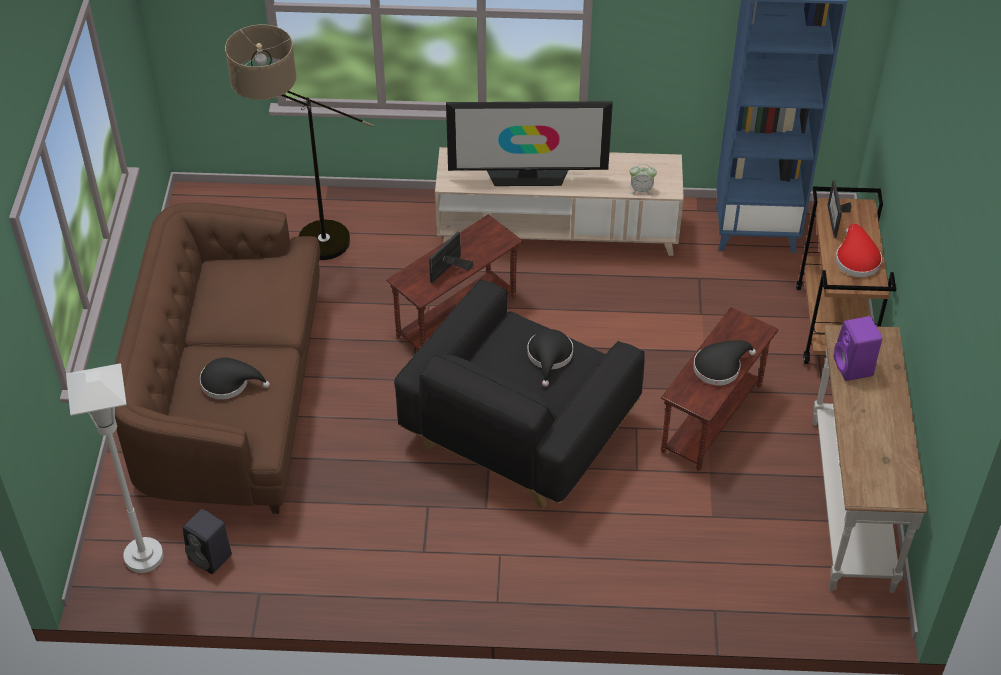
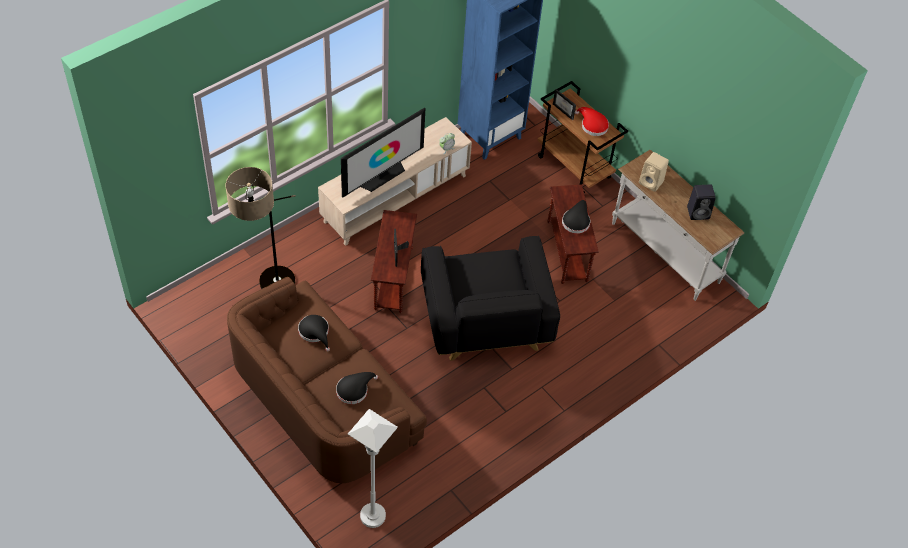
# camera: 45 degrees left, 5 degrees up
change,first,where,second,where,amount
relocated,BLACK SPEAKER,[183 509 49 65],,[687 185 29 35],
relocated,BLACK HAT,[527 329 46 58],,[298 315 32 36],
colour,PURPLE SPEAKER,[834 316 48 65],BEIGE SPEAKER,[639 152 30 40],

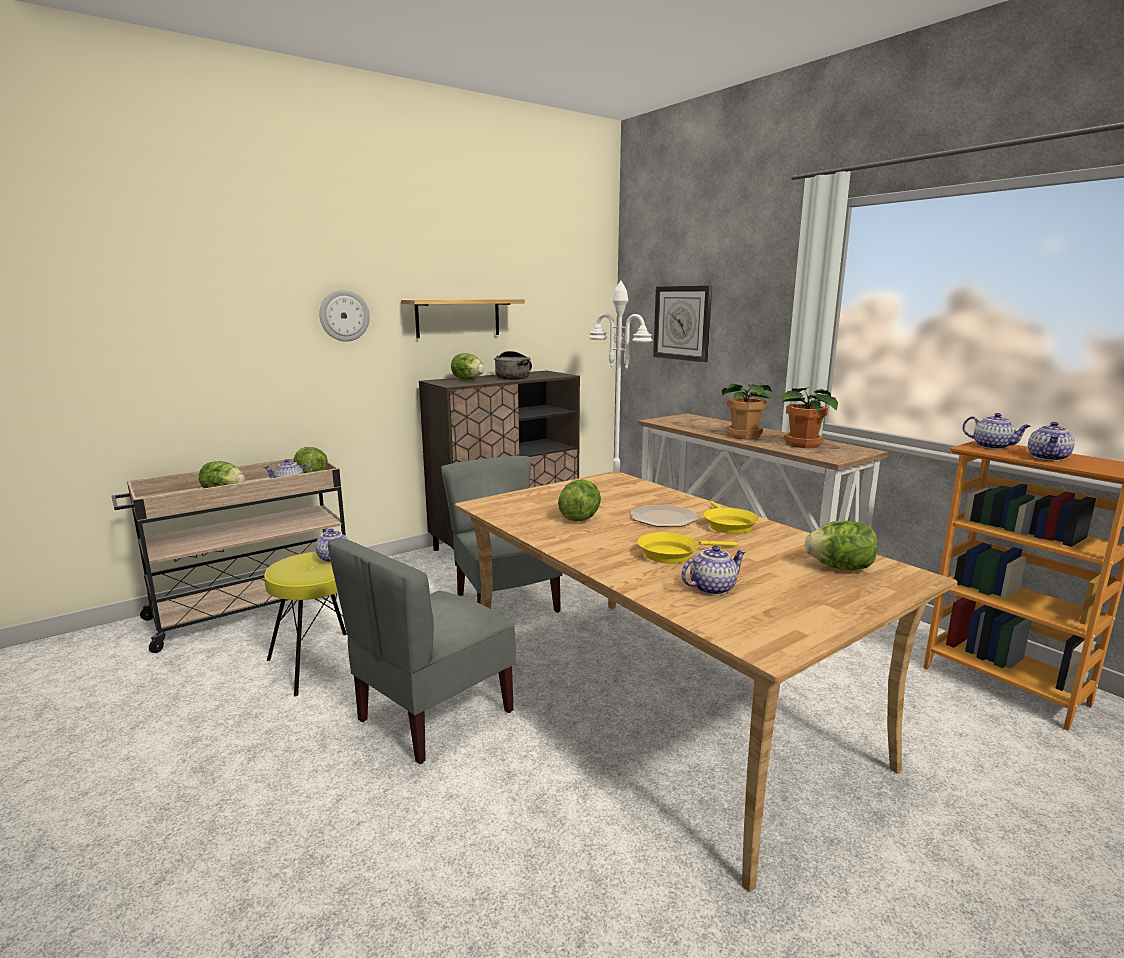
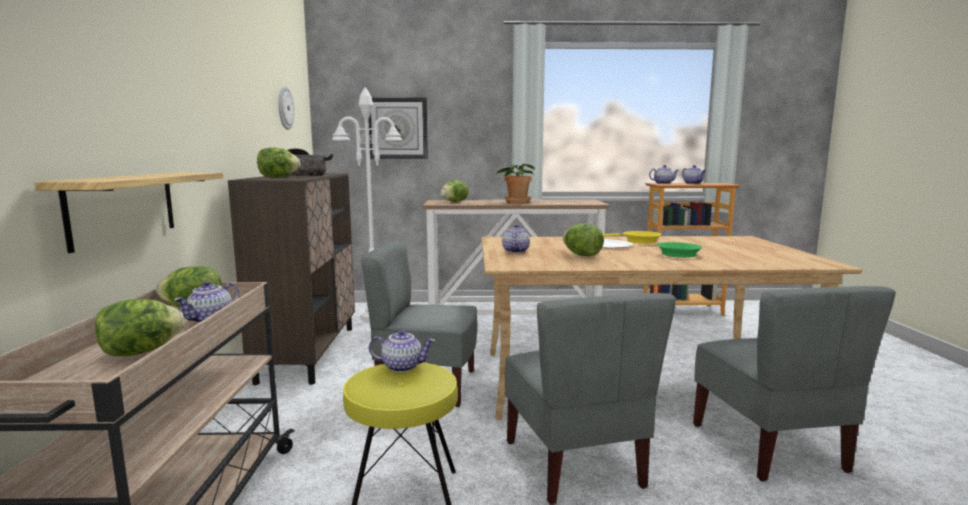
# camera: 55 degrees left, 5 degrees down
change,first,where,second,where,amount
relocated,WALL CLOCK,[319 290 51 52],,[278 86 16 44],
relocated,SHELF,[401 299 124 39],,[34 172 189 81],
colour,YELLOW FRYING PAN,[637 532 100 32],GREEN FRYING PAN,[657 242 45 16],
relocated,TEAPOT,[681 546 65 49],,[502 224 28 29],
missing,POTTED PLANT,[781 388 57 60],,,
relocated,LETTUCE,[805 521 73 49],,[440 180 28 22],
appeared,,,GREY CHAIR,[693 286 203 196],

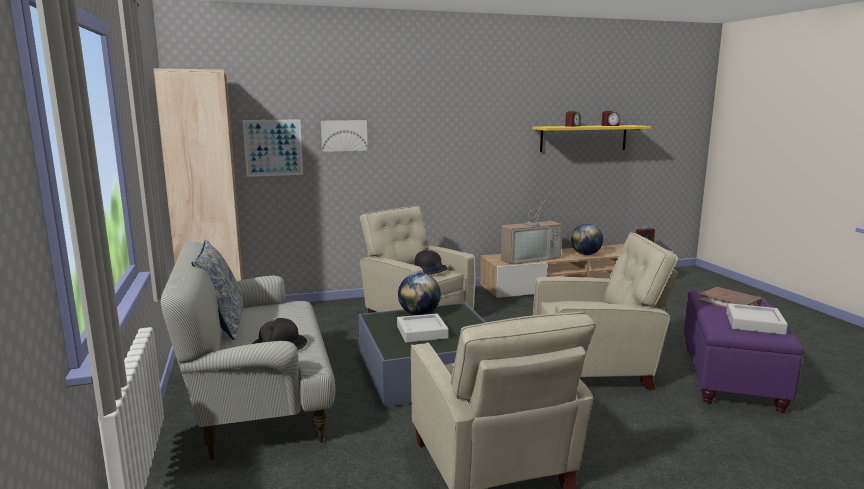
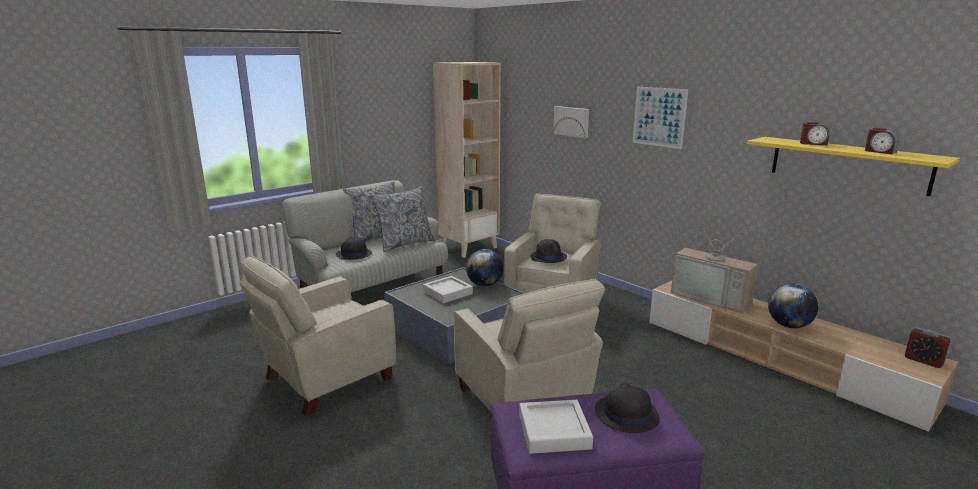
# camera: 65 degrees right, 5 degrees up
change,first,where,second,where,amount
relocated,PICTURE,[243 120 60 57],,[633 87 55 62],
exchanged,BROWN BOOK,[698 287 64 22],BLACK HAT,[595 382 65 51],
appeared,,,PILLOW,[371 186 64 66],

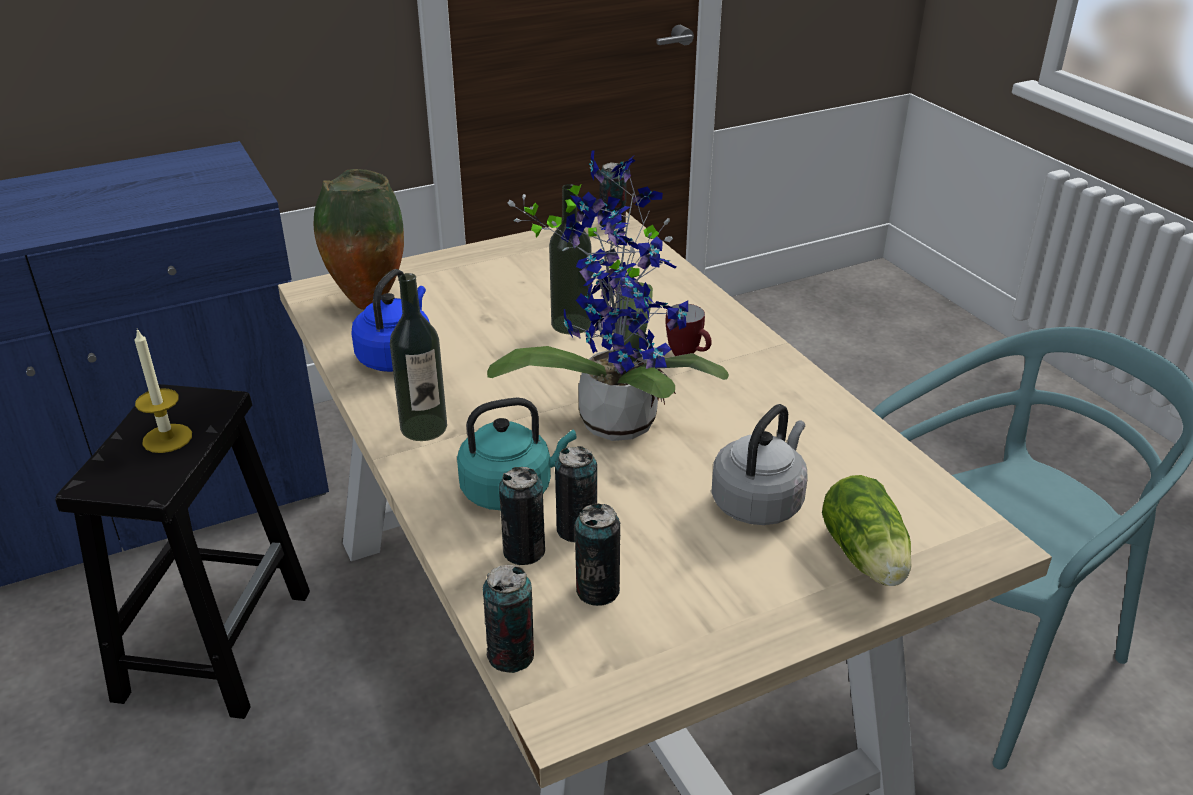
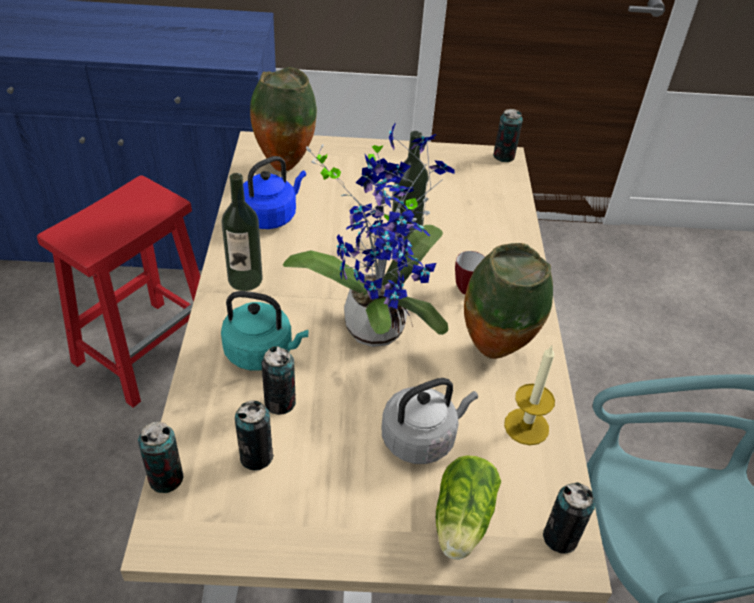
# camera: 25 degrees right, 10 degrees up
change,first,where,second,where,amount
colour,BLACK STOOL,[55 384 255 335],RED STOOL,[37 175 163 233],
relocated,CANDLE,[135 329 57 124],,[504 346 51 99],
relocated,CAN,[499 467 46 98],,[543 482 52 72],
appeared,,,VASE,[464 243 89 116],

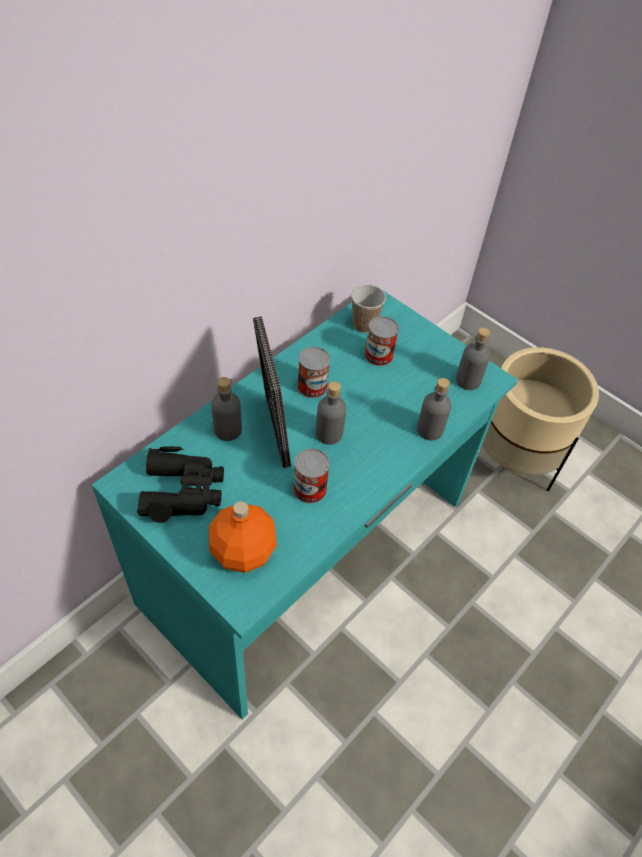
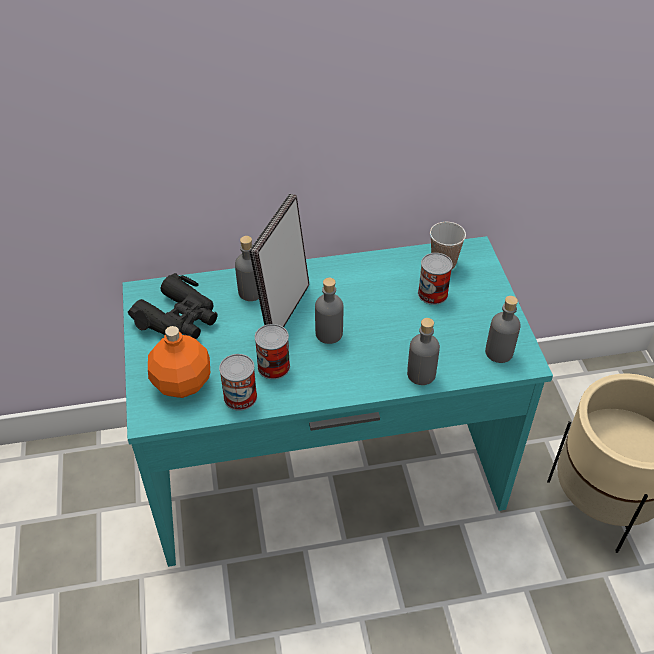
# camera: 40 degrees right, 5 degrees down
change,first,where,second,where,amount
relocated,CAN,[298 347 32 51],,[219 354 38 57],

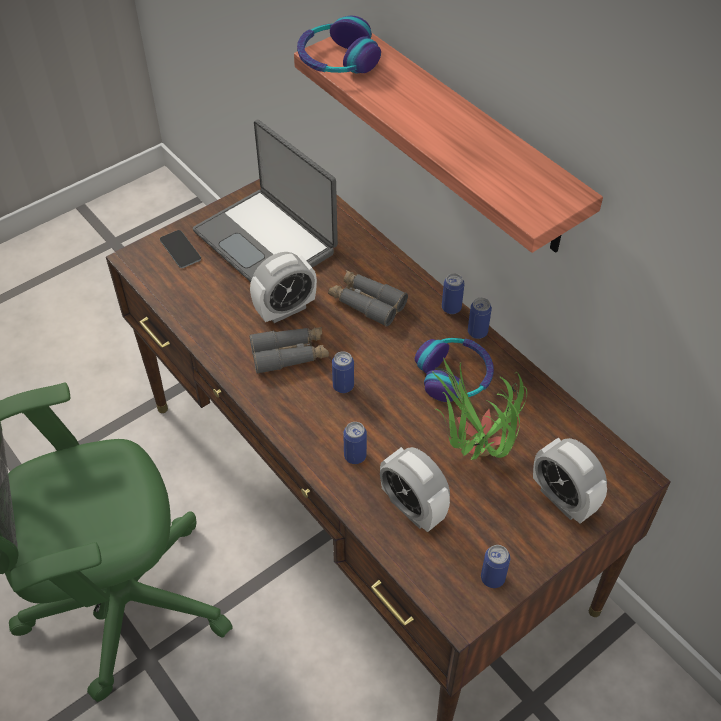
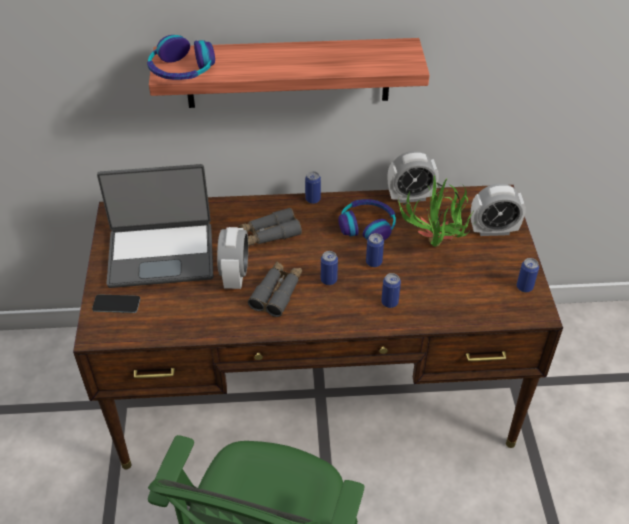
# camera: 55 degrees left, 5 degrees down
change,first,where,second,where,amount
relocated,ALARM CLOCK,[380 447 70 85],,[388 151 51 52],
relocated,CAN,[468 298 24 41],,[366 233 18 34],

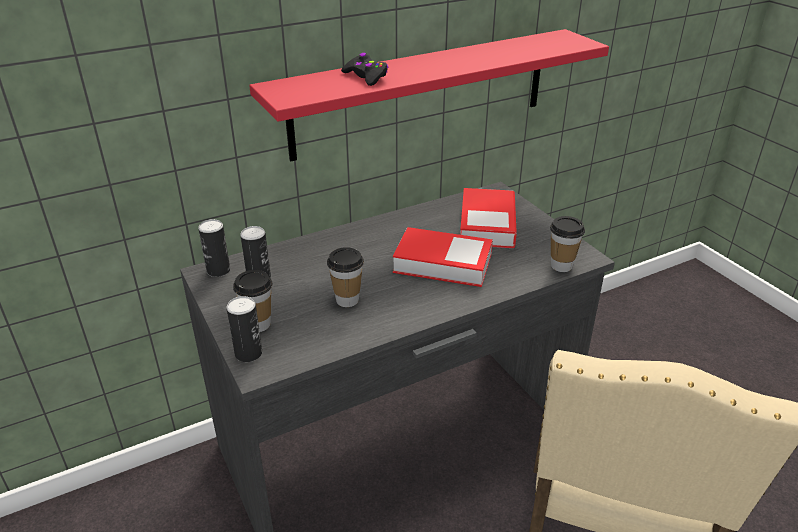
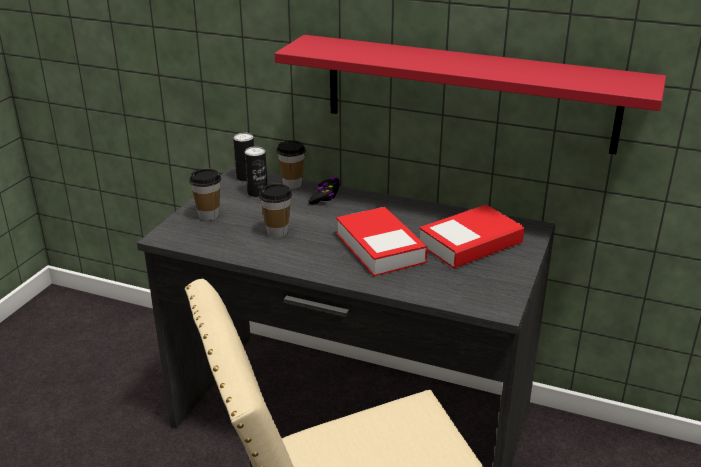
# camera: 50 degrees right, 5 degrees down
change,first,where,second,where,amount
missing,CAN,[227 296 35 66],,,
relocated,BLACK GAME CONTROLLER,[341 53 47 33],,[308 177 33 27],
relocated,CUP,[550 216 35 56],,[276 140 30 49],

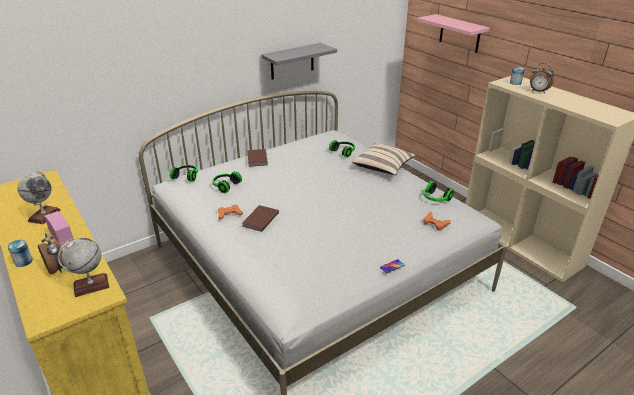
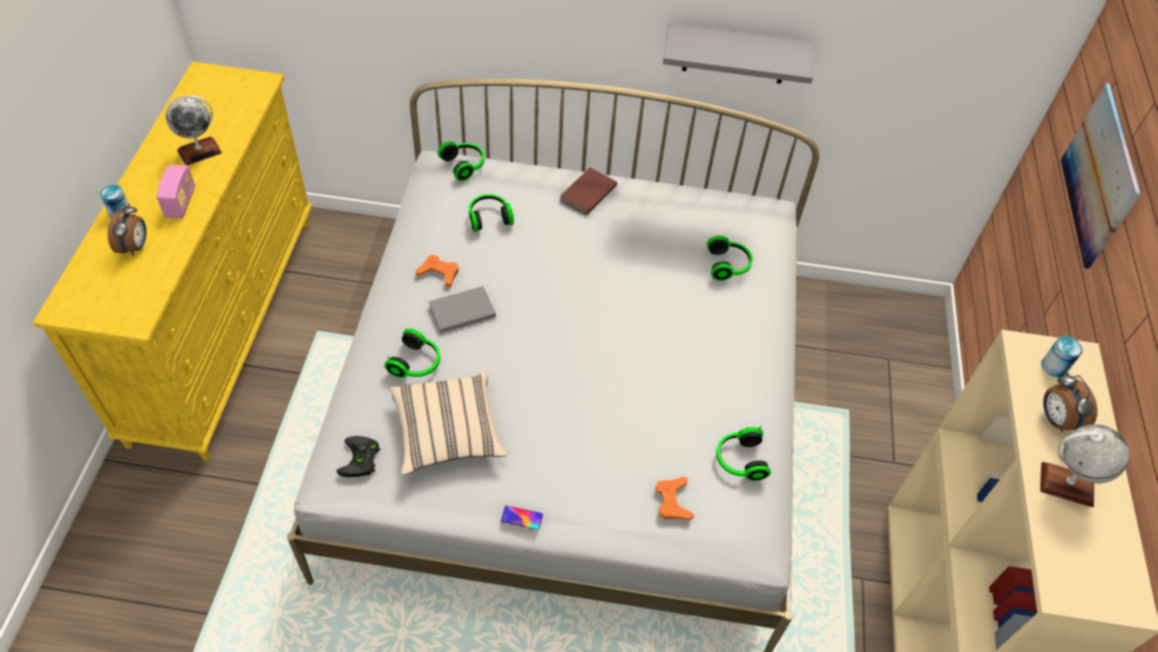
# camera: 40 degrees right, 20 degrees up
change,first,where,second,where,amount
relocated,GLOBE,[58 238 51 59],,[1040 424 89 83],
colour,BROWN BOOK,[242 205 37 27],GREY BOOK,[429 286 67 47],
relocated,BEIGE PILLOW,[352 143 64 32],,[389 371 118 104],
exchanged,PINK SHELF,[417 14 73 39],PICTURE,[1061 83 80 186],
appeared,,,BLACK GAME CONTROLLER,[337 436 43 41],
appeared,,,HEADPHONES,[384 328 56 50],

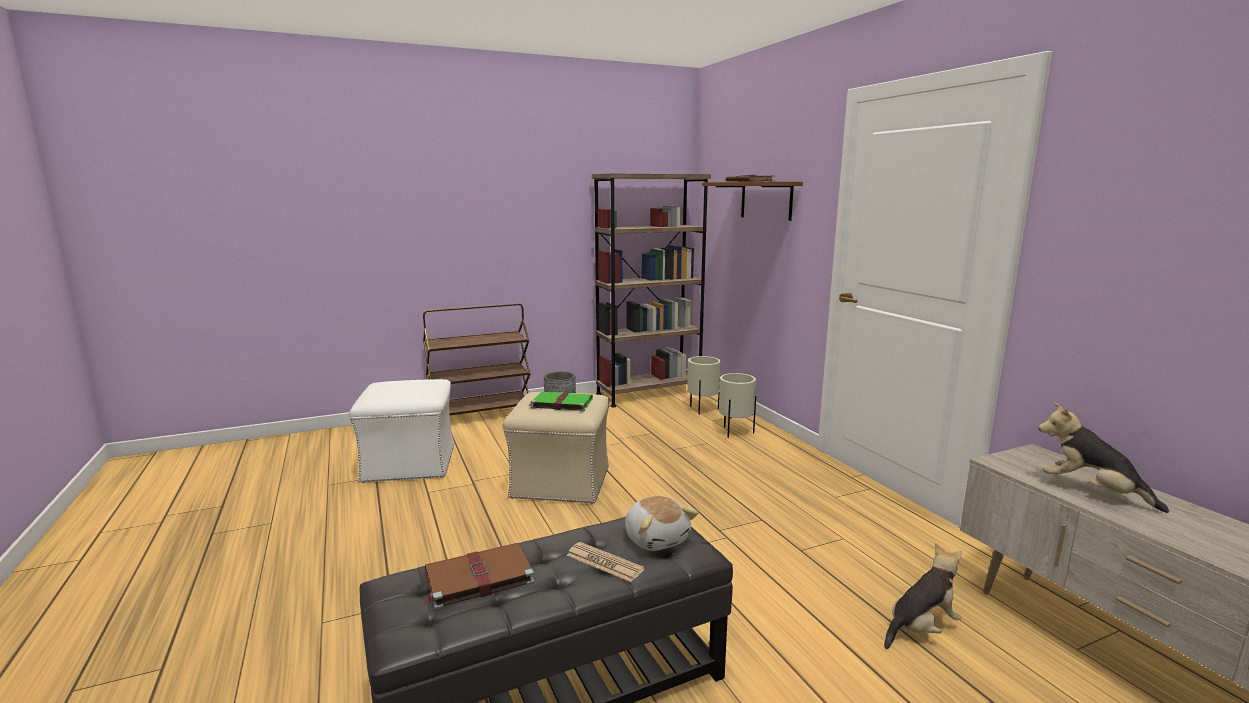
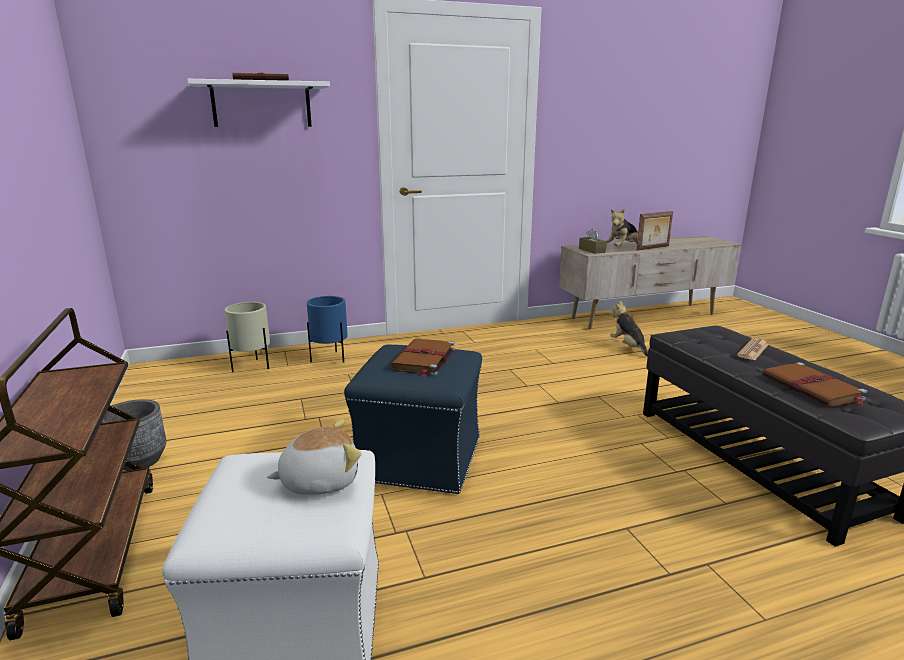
# camera: 85 degrees left, 5 degrees up
change,first,where,second,where,amount
colour,BEIGE OTTOMAN,[503 392 106 112],BLUE OTTOMAN,[344 344 138 150],
colour,GREEN BOOK,[528 392 65 20],BROWN BOOK,[390 338 65 39],
missing,BROWN BOOKCASE,[592 173 119 234],,,
relocated,PLUSH TOY,[625 496 74 55],,[267 419 94 76],
colour,BROWN SHELF,[702 181 101 40],WHITE SHELF,[187 79 143 48],
colour,BEIGE PLANTER,[719 373 37 65],BLUE PLANTER,[307 296 41 67],
appeared,,,BROWN TISSUE BOX,[579 229 28 25],
appeared,,,PICTURE FRAME,[636 211 37 39],

